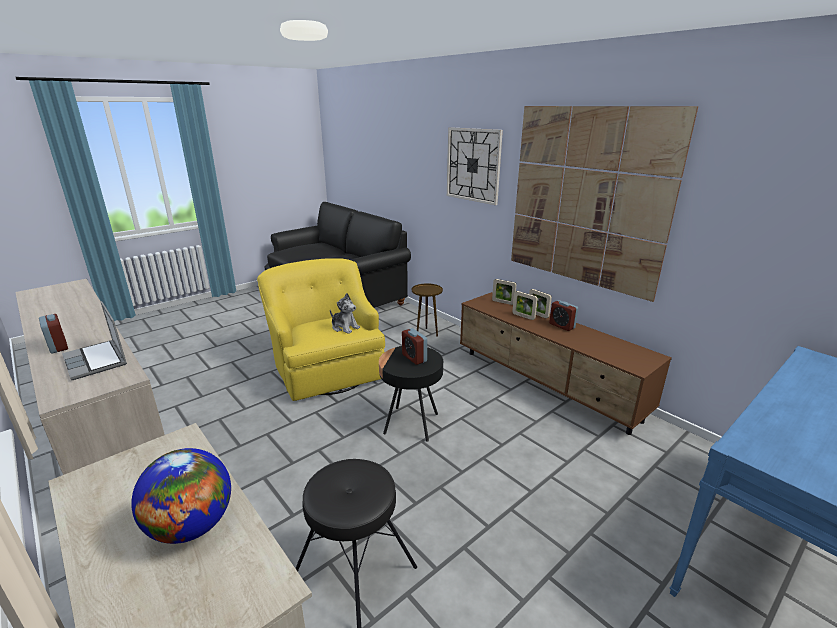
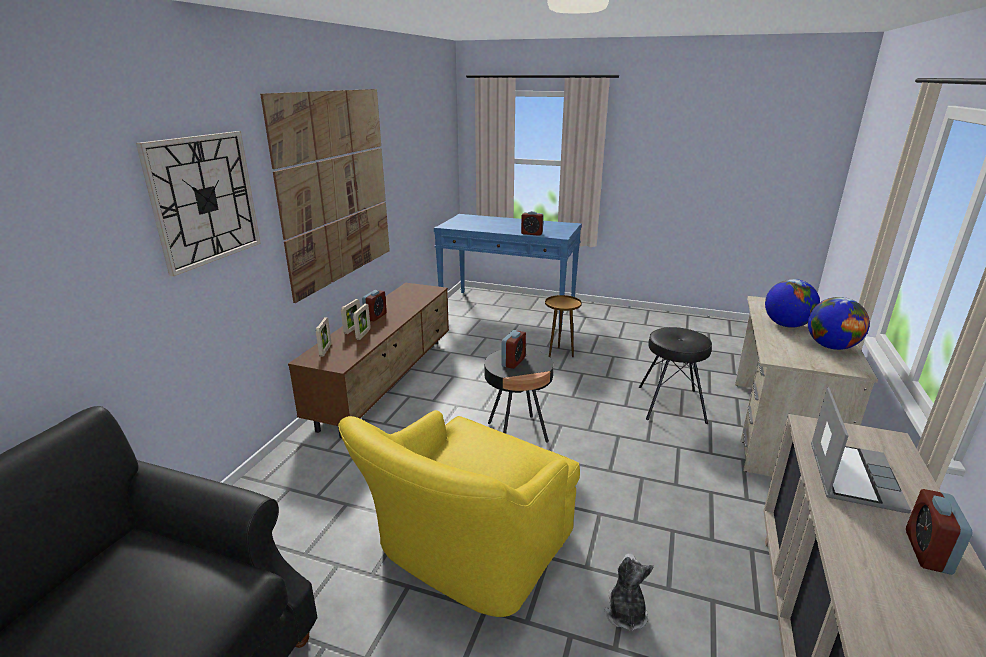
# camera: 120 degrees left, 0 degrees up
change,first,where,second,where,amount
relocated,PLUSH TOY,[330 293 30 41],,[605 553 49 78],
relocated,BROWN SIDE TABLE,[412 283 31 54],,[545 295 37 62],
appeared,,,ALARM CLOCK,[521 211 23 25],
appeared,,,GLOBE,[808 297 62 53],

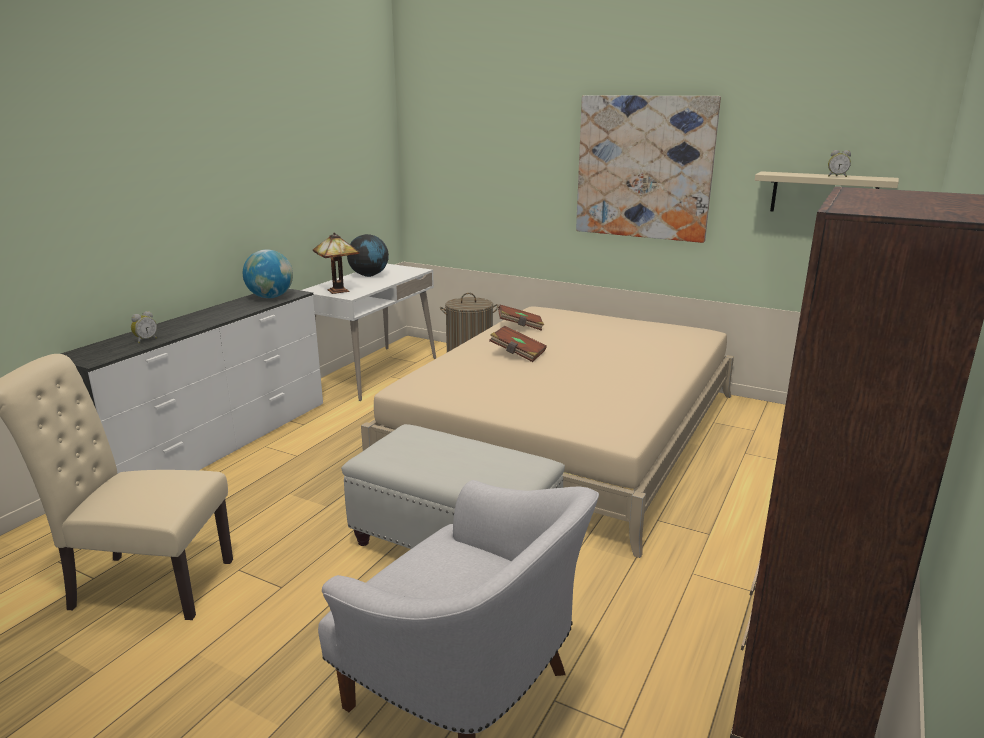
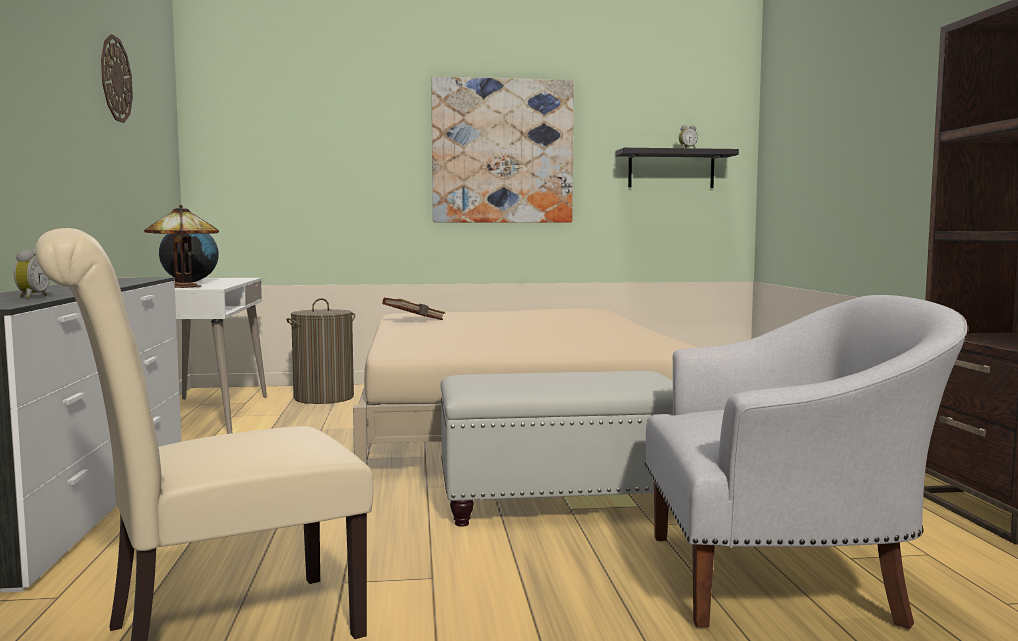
# camera: 35 degrees left, 15 degrees down
change,first,where,second,where,amount
missing,GLOBE,[243 249 50 49],,,
missing,BROWN BOOK,[489 326 58 36],,,
colour,BEIGE SHELF,[755 171 144 41],BLACK SHELF,[615 148 124 40],
appeared,,,WALL CLOCK,[101 34 32 89],

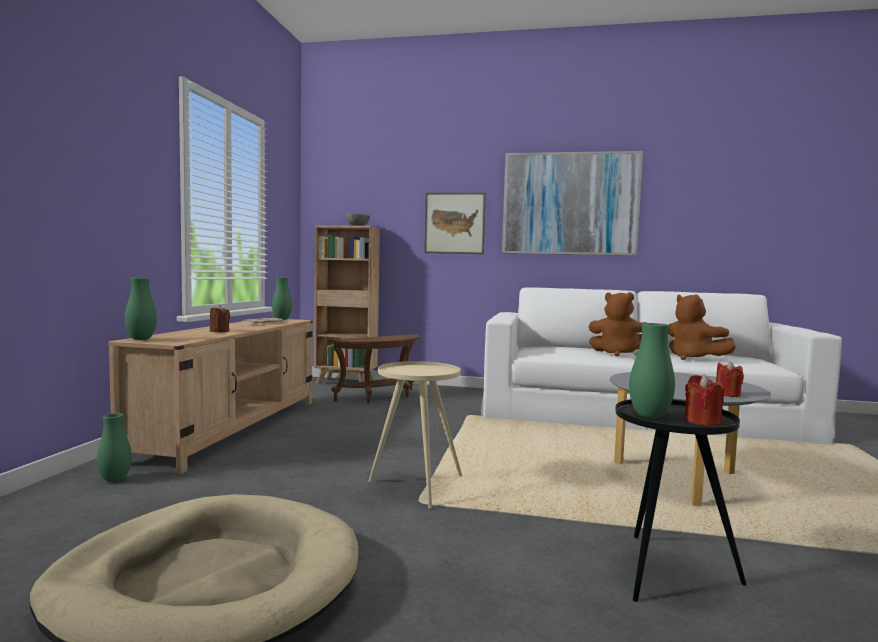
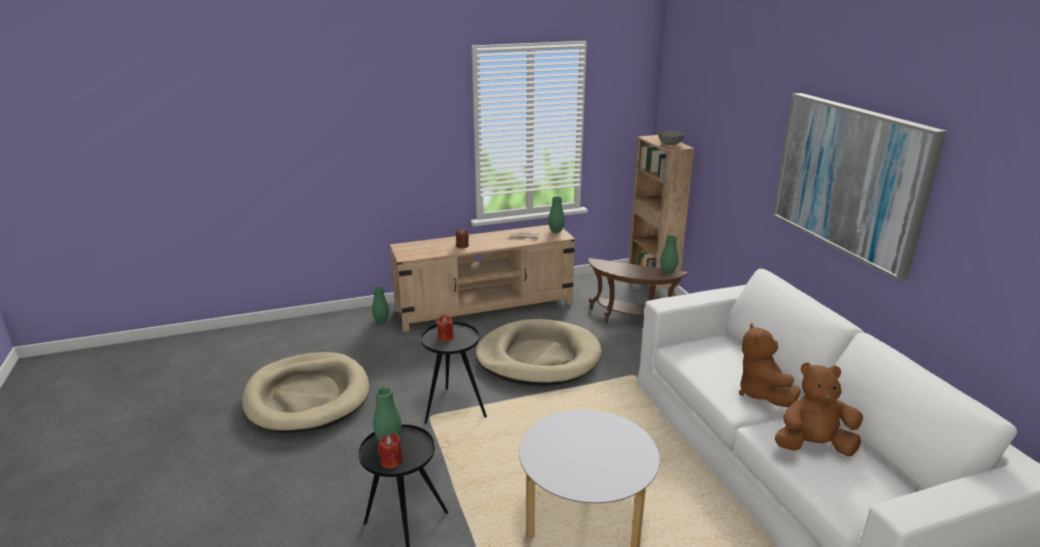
# camera: 60 degrees right, 20 degrees up
change,first,where,second,where,amount
relocated,GREEN VASE,[125 278 32 62],,[660 235 18 39],
colour,BEIGE SIDE TABLE,[369 361 93 148],BLACK SIDE TABLE,[421 322 66 102],
missing,PICTURE,[424 193 62 61],,,
spun,BROWN PLUSH TOY,[668 294 68 66],,[775 362 88 95],60 degrees clockwise
relocated,RED CANDLE,[716 361 28 36],,[436 315 18 26],
appeared,,,BEIGE DOG BED,[476 319 126 67],

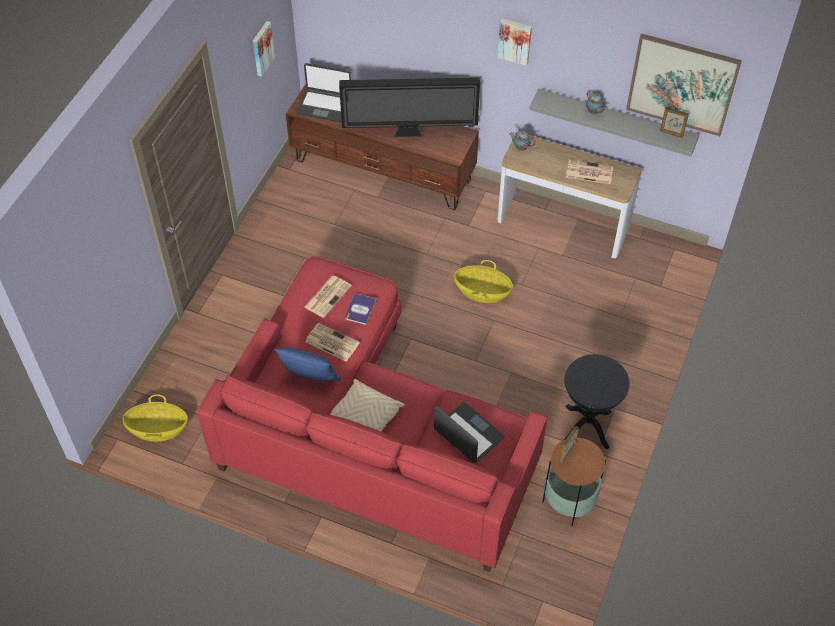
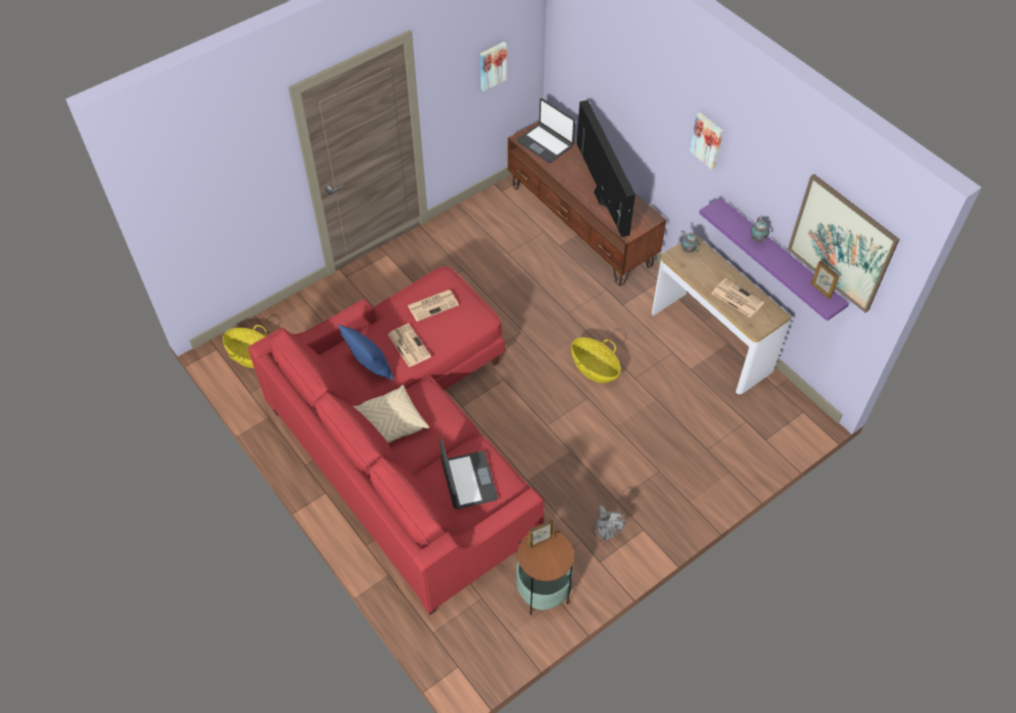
# camera: 30 degrees right, 0 degrees up
change,first,where,second,where,amount
spun,TELEVISION,[339 77 141 60],,[577 100 58 137],135 degrees counterclockwise
missing,BOOK,[345 294 32 31],,,
colour,GREY SHELF,[529 89 170 68],PURPLE SHELF,[699 197 150 124],
exchanged,BLACK SIDE TABLE,[564 354 65 96],GREY FAN,[593 505 34 36],

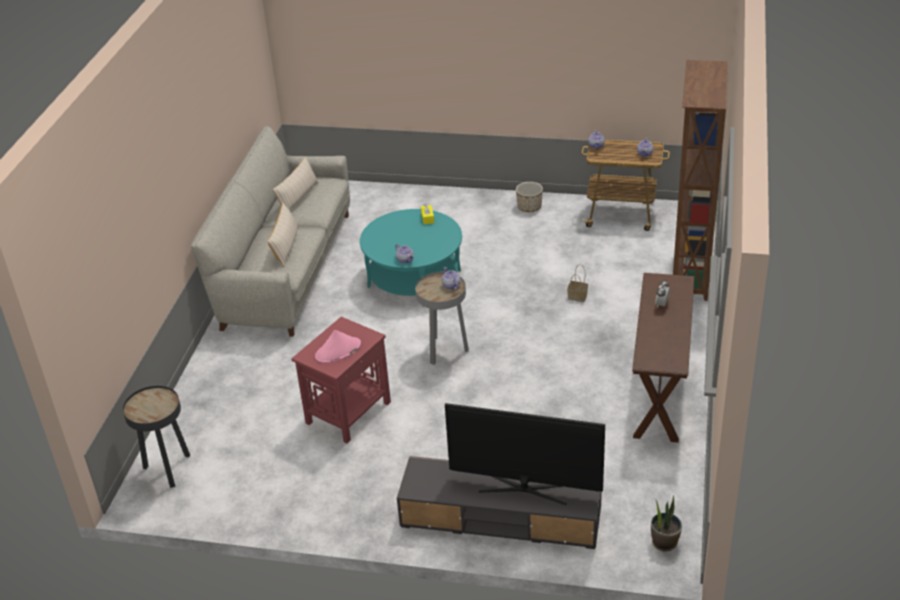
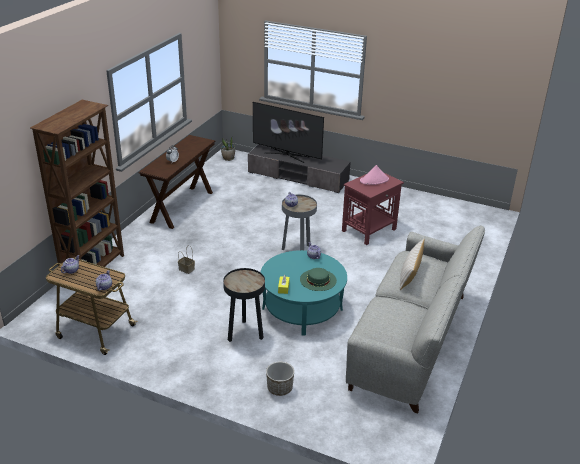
# camera: 170 degrees left, 5 degrees down
change,first,where,second,where,amount
relocated,BLACK SIDE TABLE,[123 386 67 102],,[223 268 42 74],
missing,BEIGE PILLOW,[273 156 46 55],,,
relocated,PLANTER,[516 182 27 30],,[266 362 28 34],
appeared,,,GREEN HAT,[300 268 37 23],

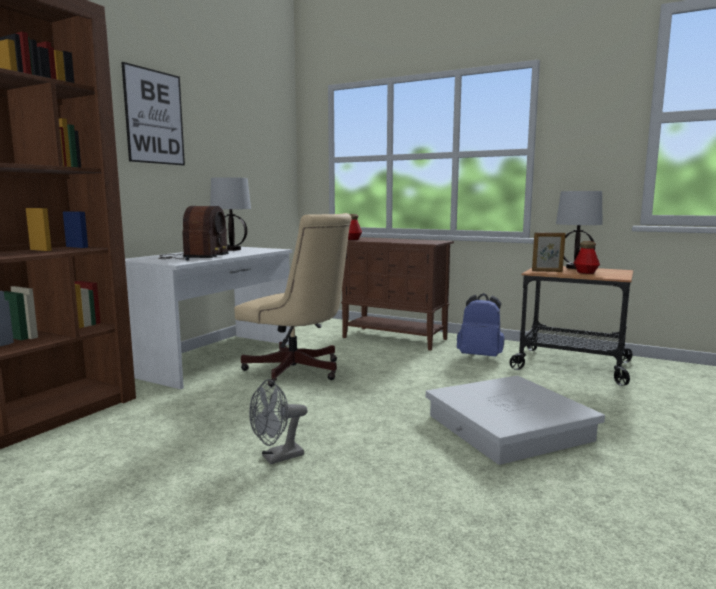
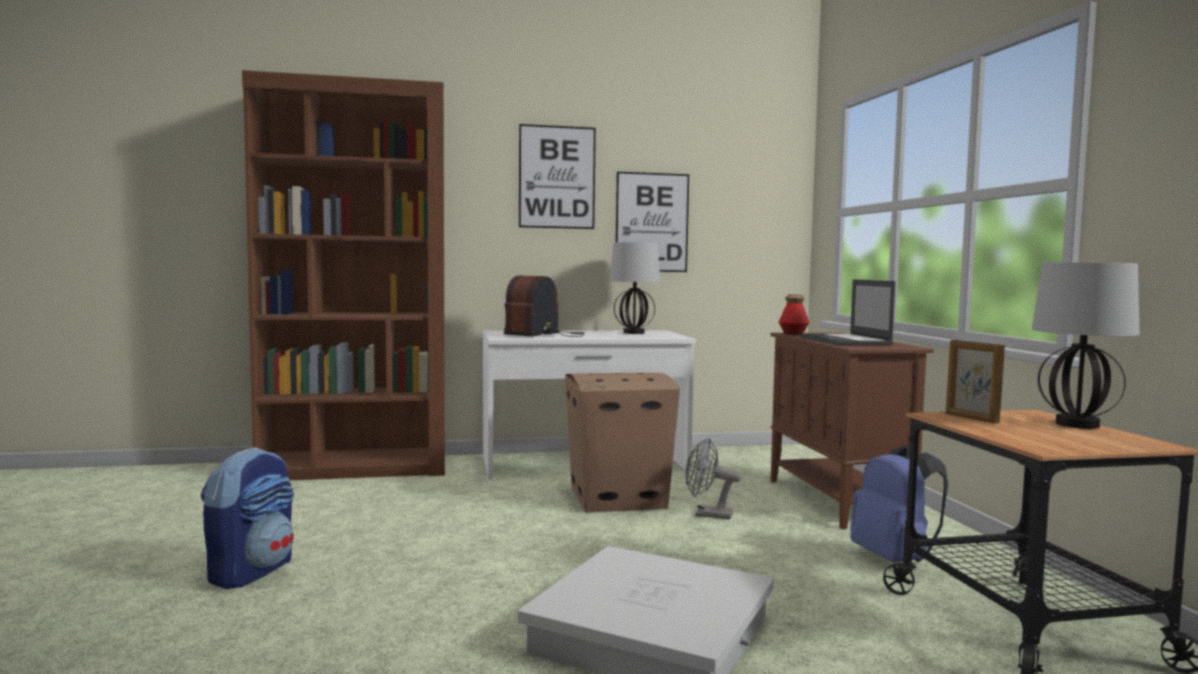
# camera: 50 degrees right, 5 degrees down
change,first,where,second,where,amount
spun,RADIO,[158 206 71 55],,[504 276 81 61],150 degrees clockwise
exchanged,BEIGE OFFICE CHAIR,[234 213 118 174],CARDBOARD BOX,[565 373 115 140],
relocated,GREY FAN,[249 379 59 85],,[685 438 57 82],
missing,BOTTLE,[574 241 26 33],,,
appeared,,,BACKPACK,[201 447 93 142],
appeared,,,PICTURE,[616 172 73 100],
appeared,,,LAPTOP,[801 279 95 66],

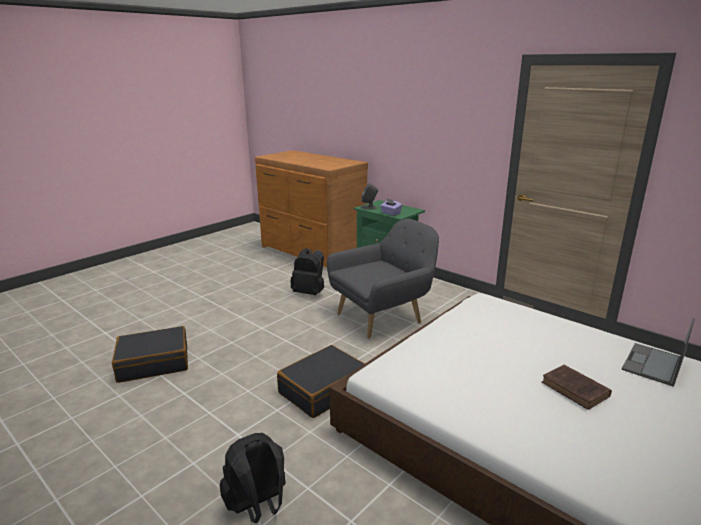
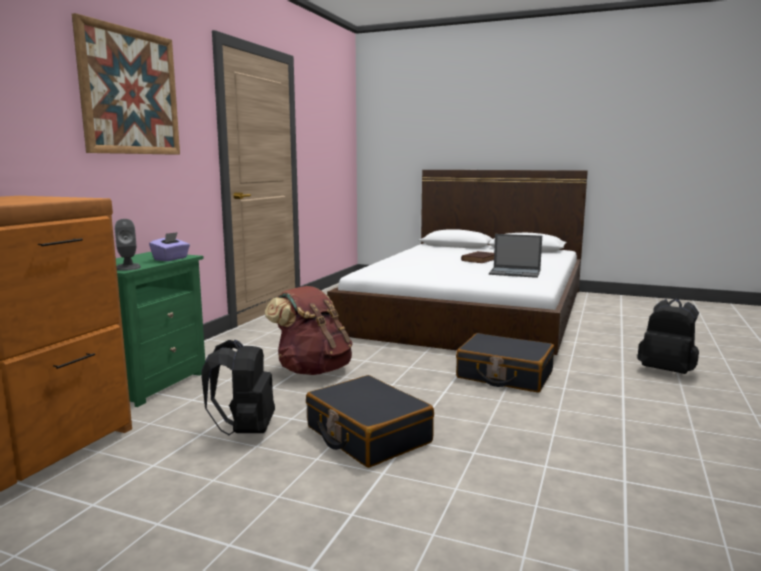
# camera: 110 degrees left, 10 degrees down
change,first,where,second,where,amount
relocated,BLACK SUITCASE,[112 326 76 57],,[306 375 128 93],
exchanged,GREY ARMCHAIR,[327 219 112 119],BROWN BACKPACK,[265 286 88 89],
relocated,LAPTOP,[622 318 73 69],,[489 234 53 44],
appeared,,,PICTURE,[72 13 108 142],

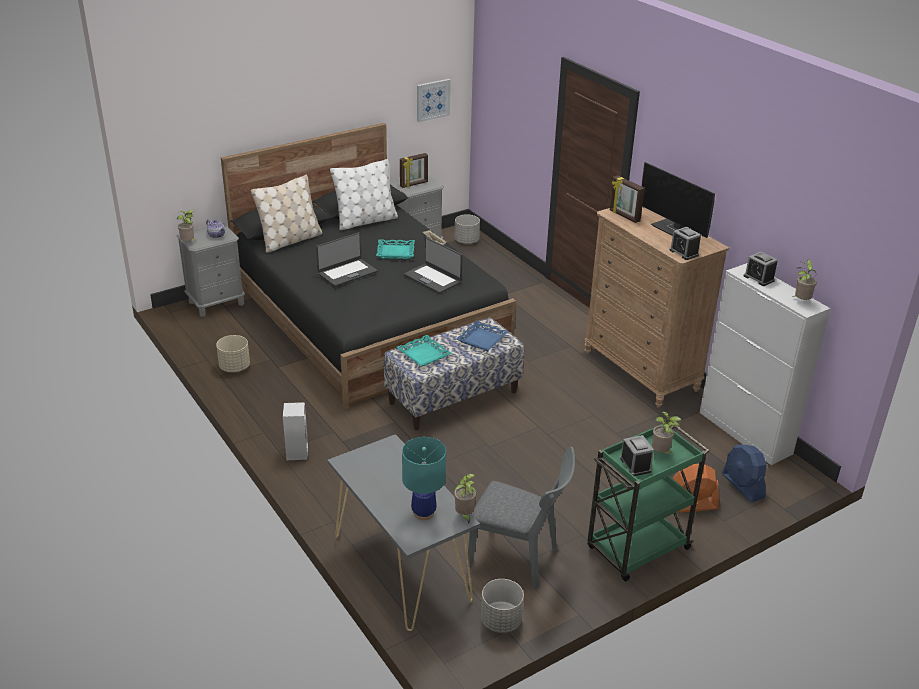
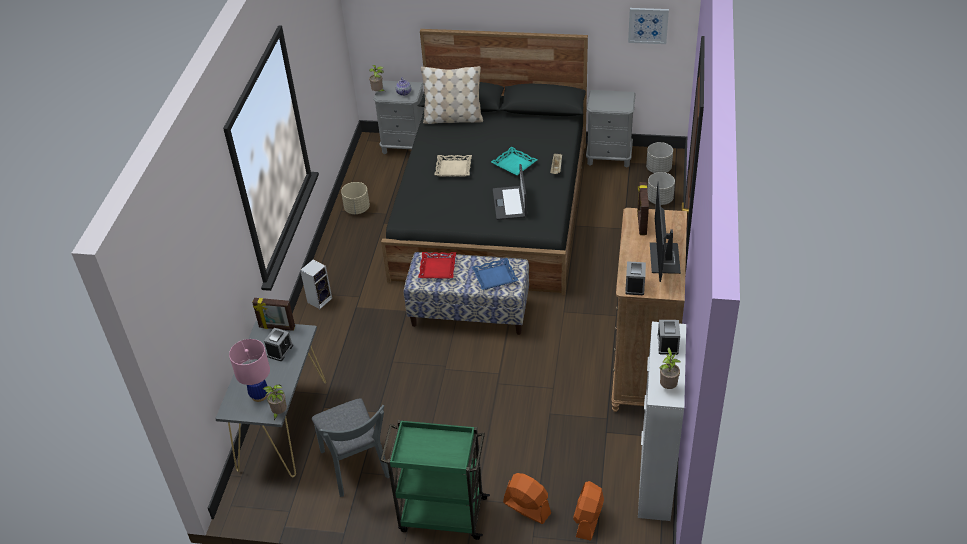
# camera: 45 degrees right, 10 degrees up
change,first,where,second,where,amount
exchanged,LAPTOP,[316 232 61 55],BEIGE TRAY,[434 155 38 21],
missing,WHITE PILLOW,[330 159 68 71],,,
colour,TURQUOISE TRAY,[397 335 54 32],RED TRAY,[418 252 38 26],
relocated,PICTURE FRAME,[400 153 28 35],,[252 298 43 33],
colour,TURQUOISE TABLE LAMP,[402 437 44 83],PINK TABLE LAMP,[229 339 41 63],
relocated,GREY PLANTER,[481 579 43 54],,[647 172 28 33],
relocated,ALARM CLOCK,[620 435 34 41],,[264 328 29 33],
missing,POTTED PLANT,[652 412 29 42],,,
colour,BLUE FAN,[722 445 45 57],ORANGE FAN,[573 481 31 60],

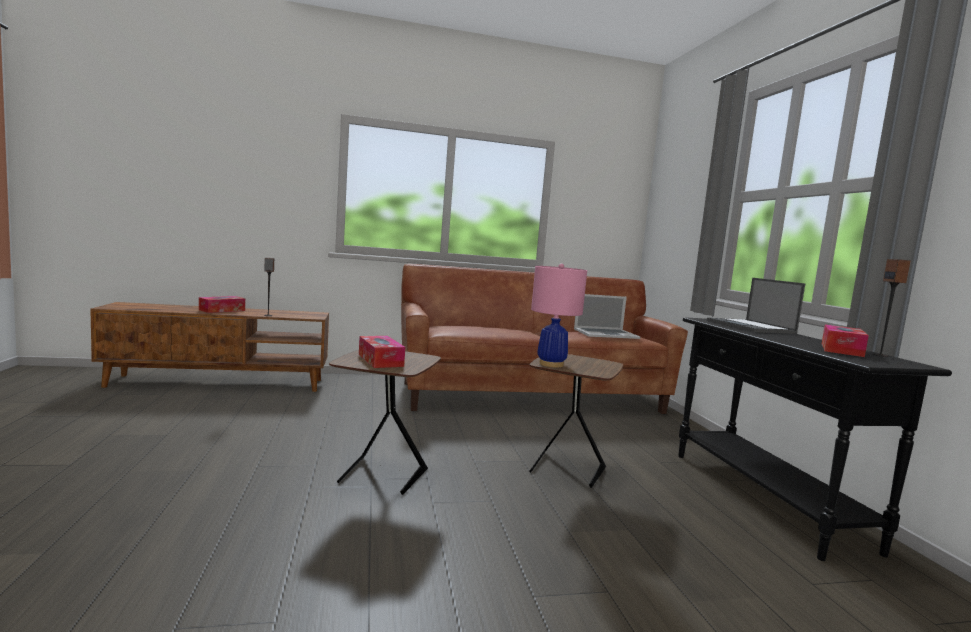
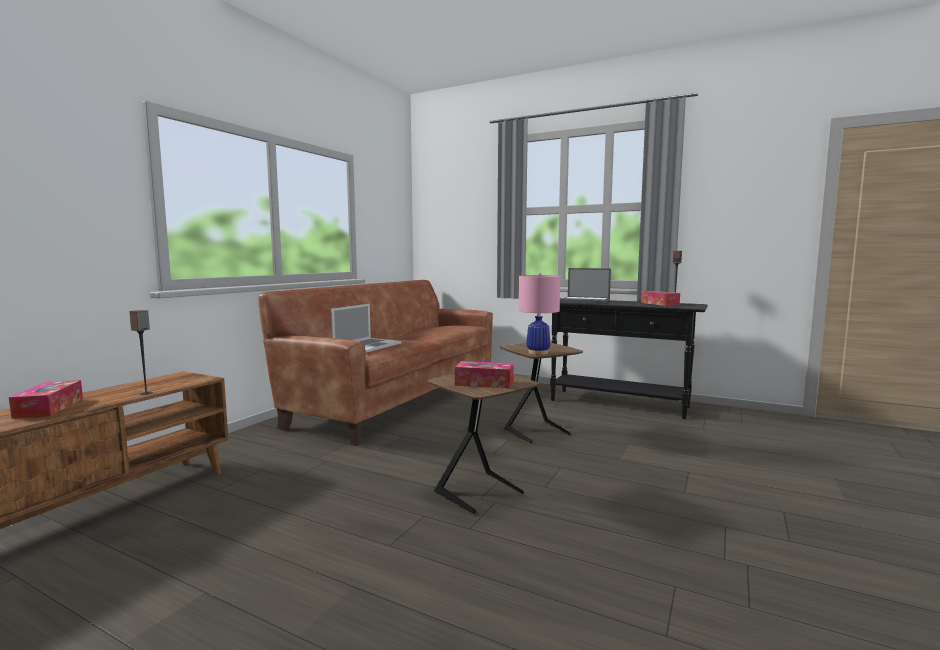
# camera: 50 degrees left, 0 degrees up
change,first,where,second,where,amount
relocated,LAPTOP,[574 294 66 45],,[331 304 71 49],

